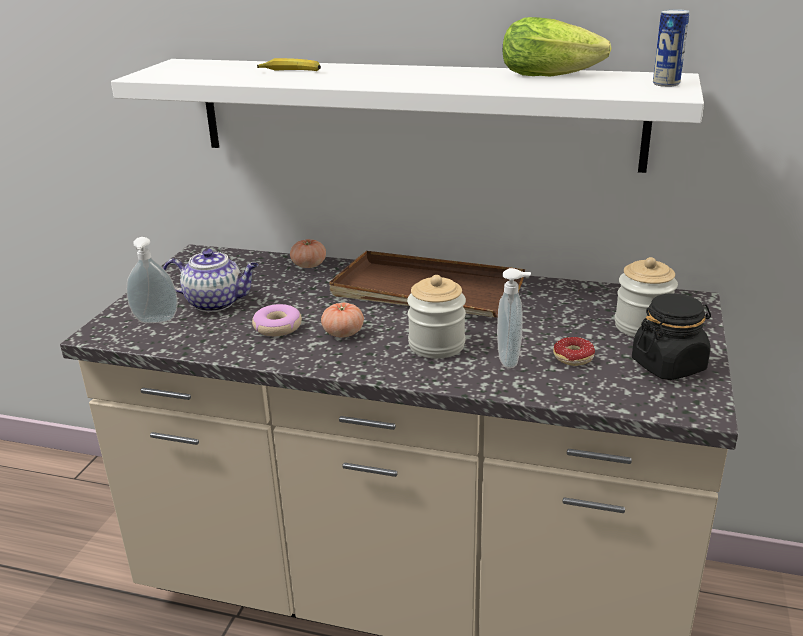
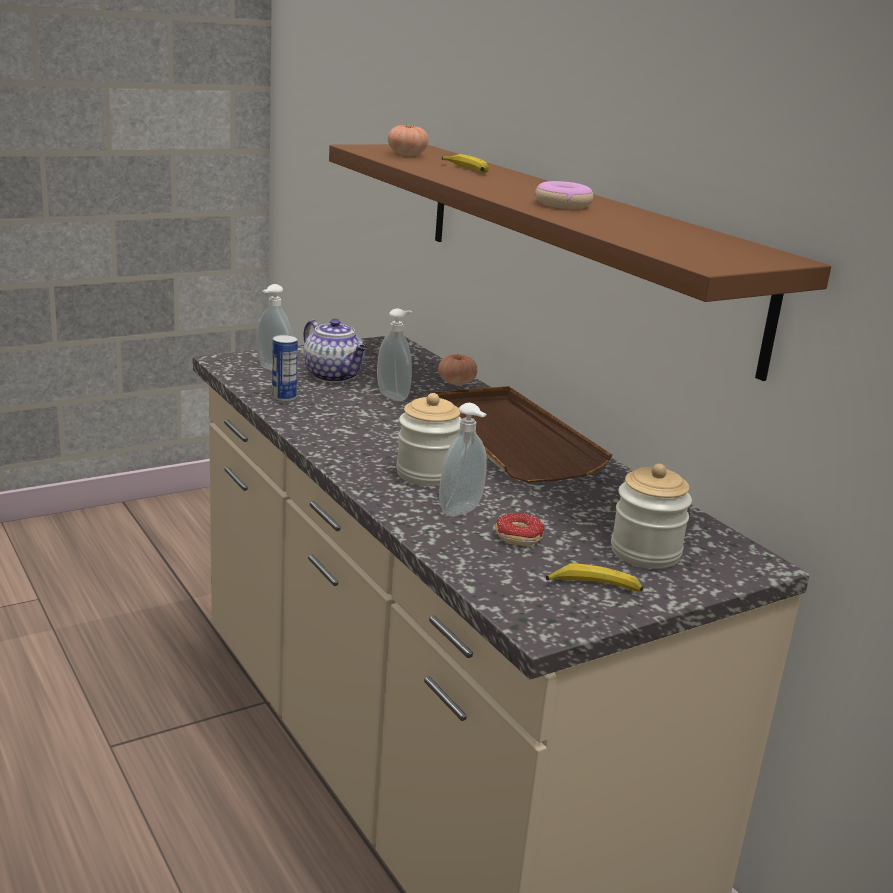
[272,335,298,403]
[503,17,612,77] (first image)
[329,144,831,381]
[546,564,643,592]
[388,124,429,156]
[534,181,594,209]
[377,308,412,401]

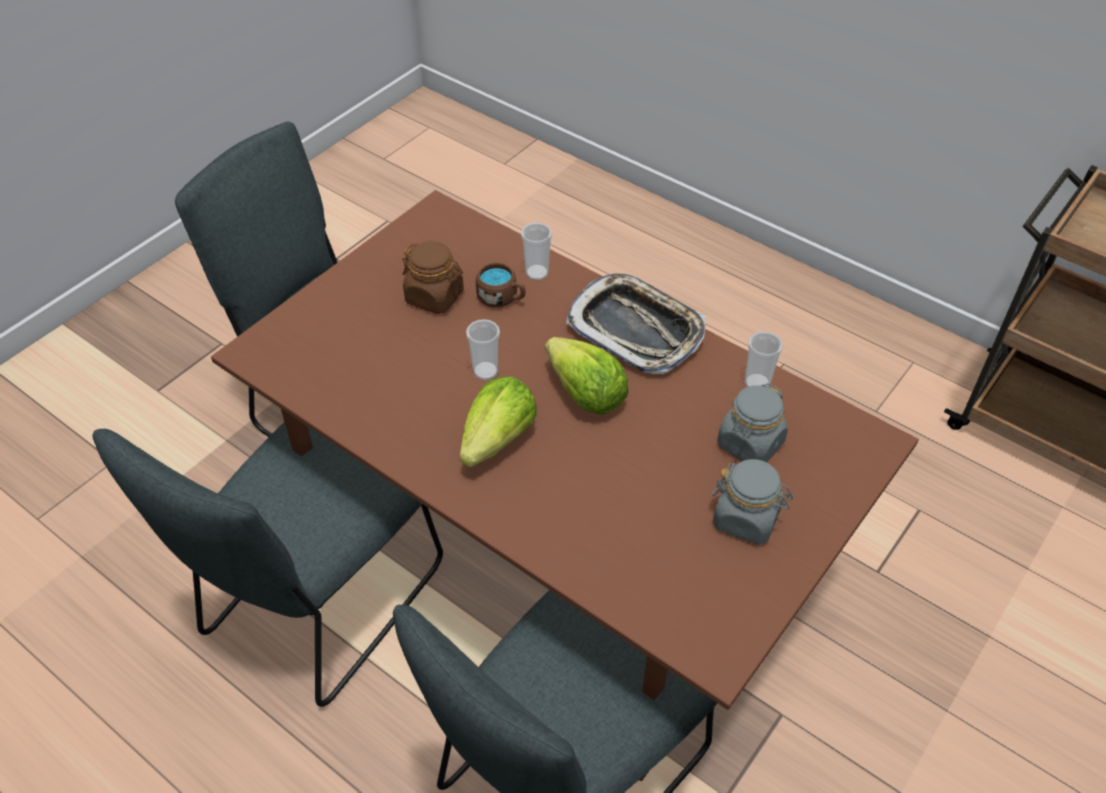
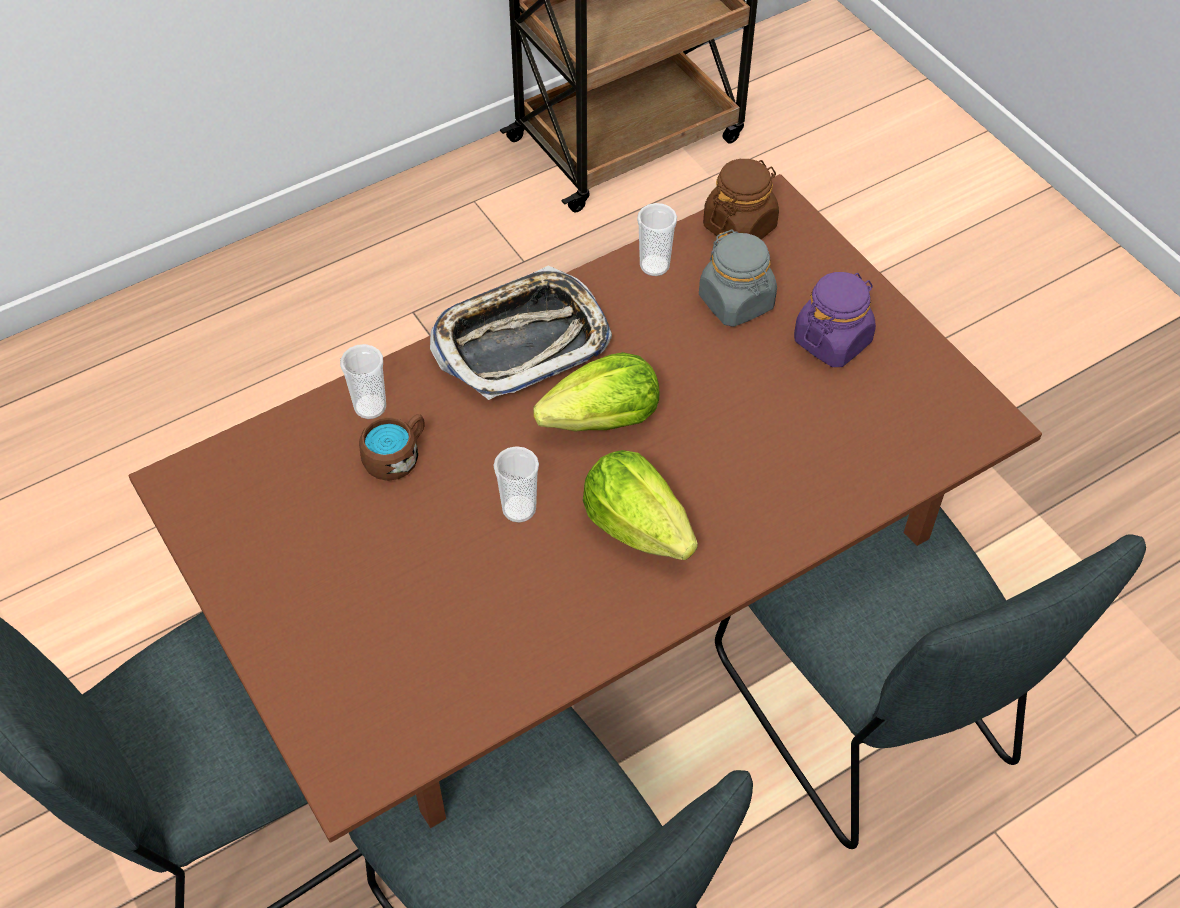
[703,159,779,239]
[794,272,876,367]

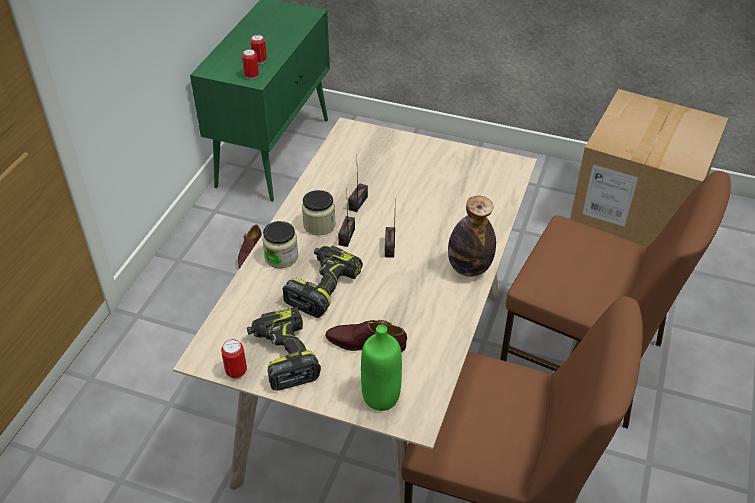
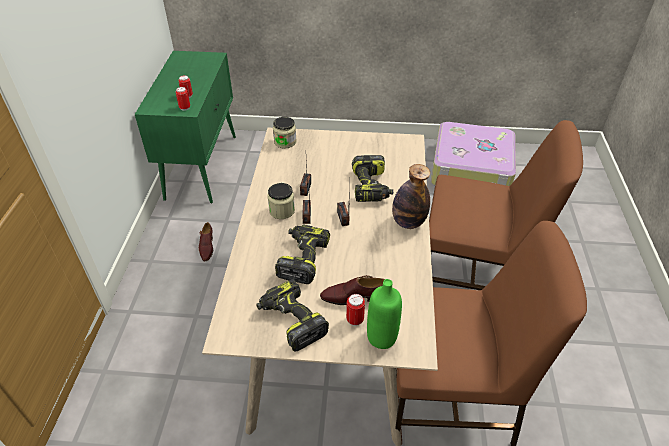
[431,122,516,186]
[273,117,297,149]
[346,294,365,326]
[352,155,393,202]

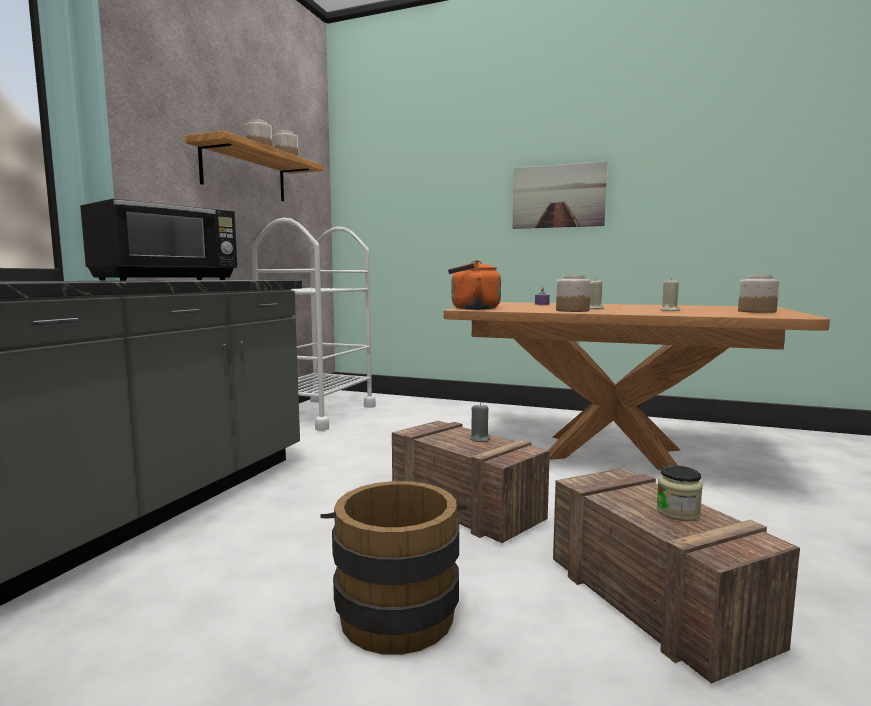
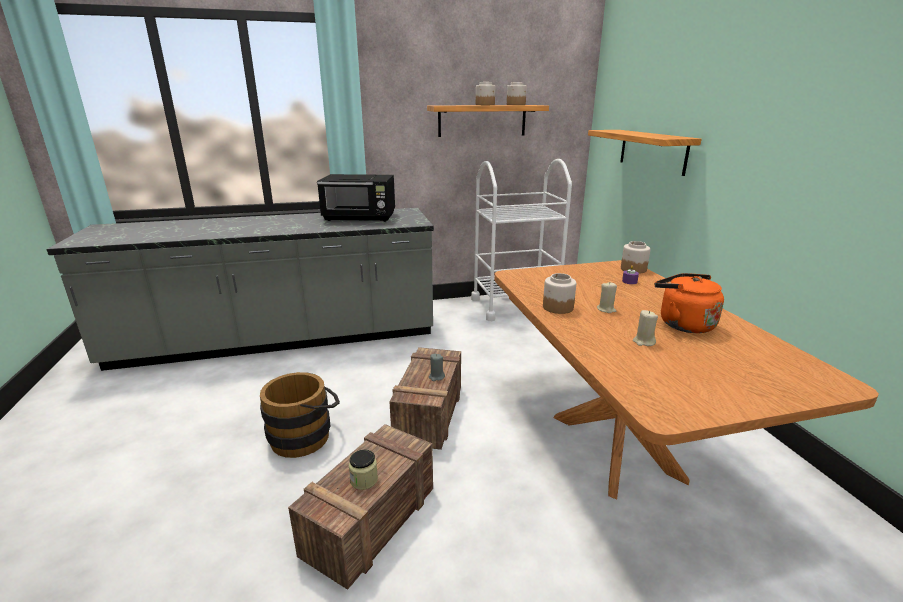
[513,161,607,229] (first image)
[655,273,724,333]
[621,241,650,274]
[588,130,702,176]

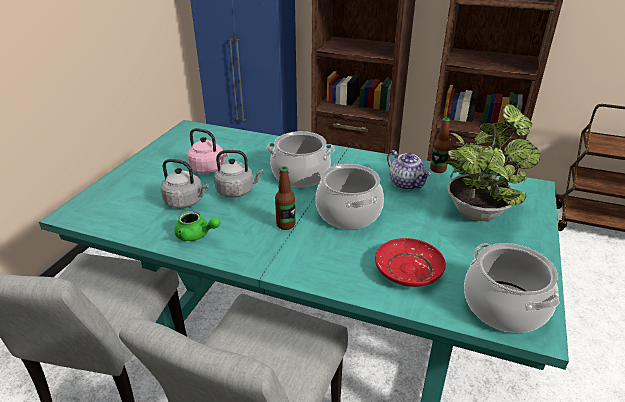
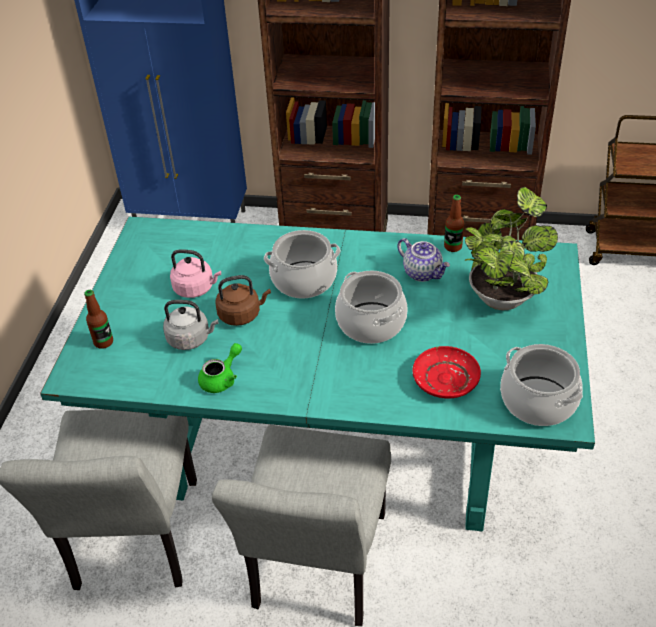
[216,275,271,326]
[84,290,113,349]
[198,343,242,393]

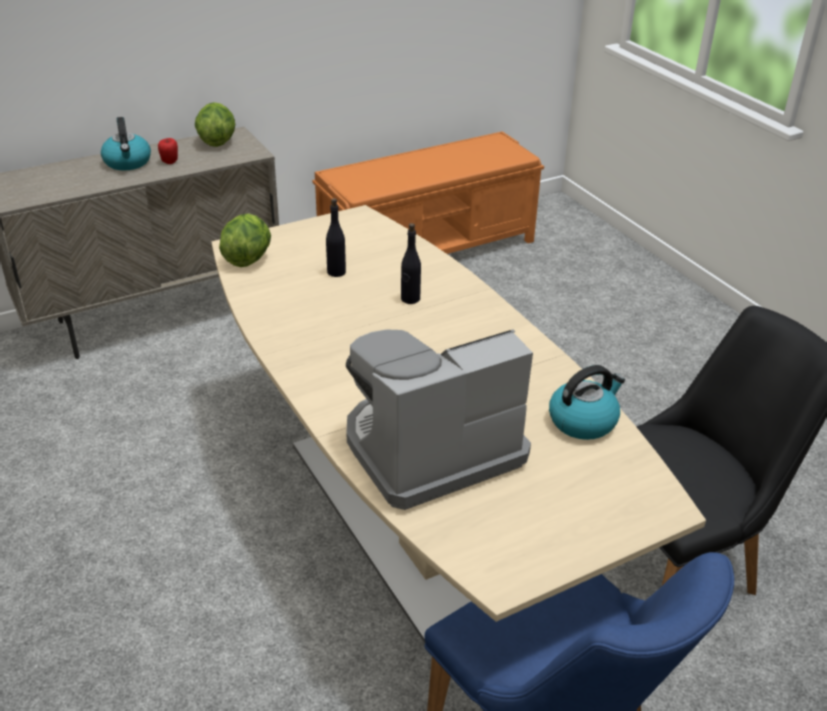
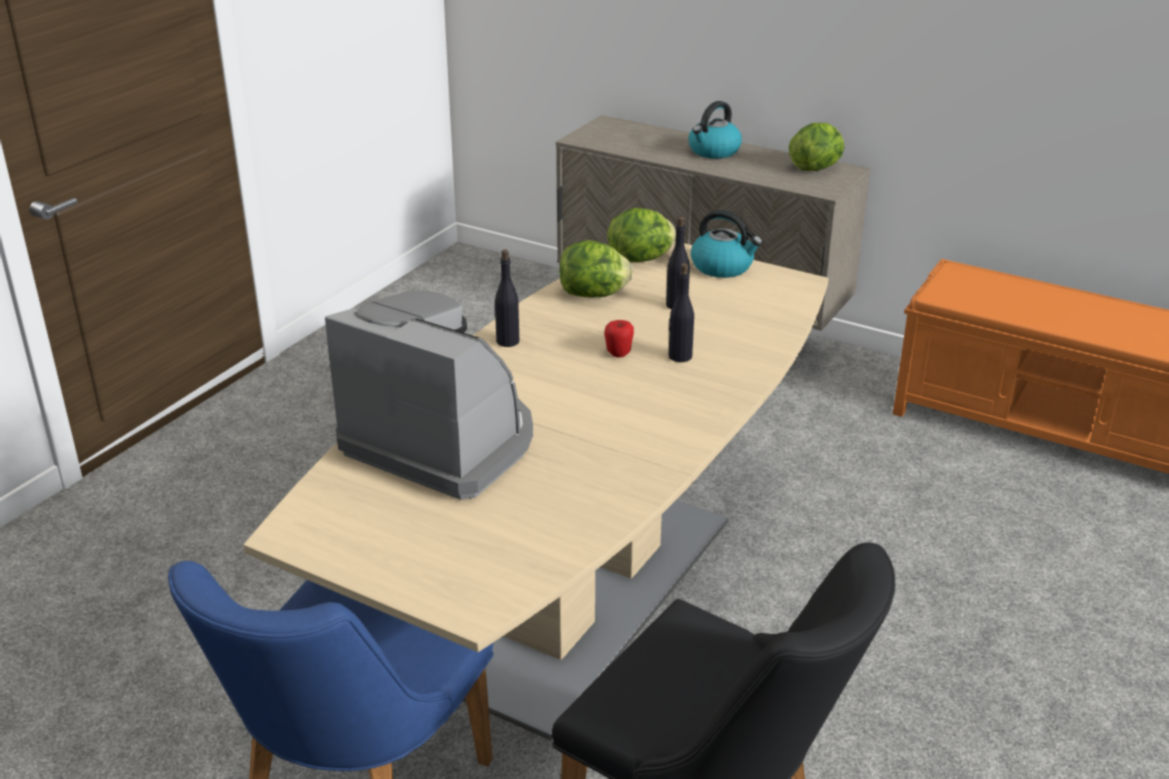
[604,320,634,357]
[691,210,763,278]
[560,240,633,297]
[495,250,519,347]

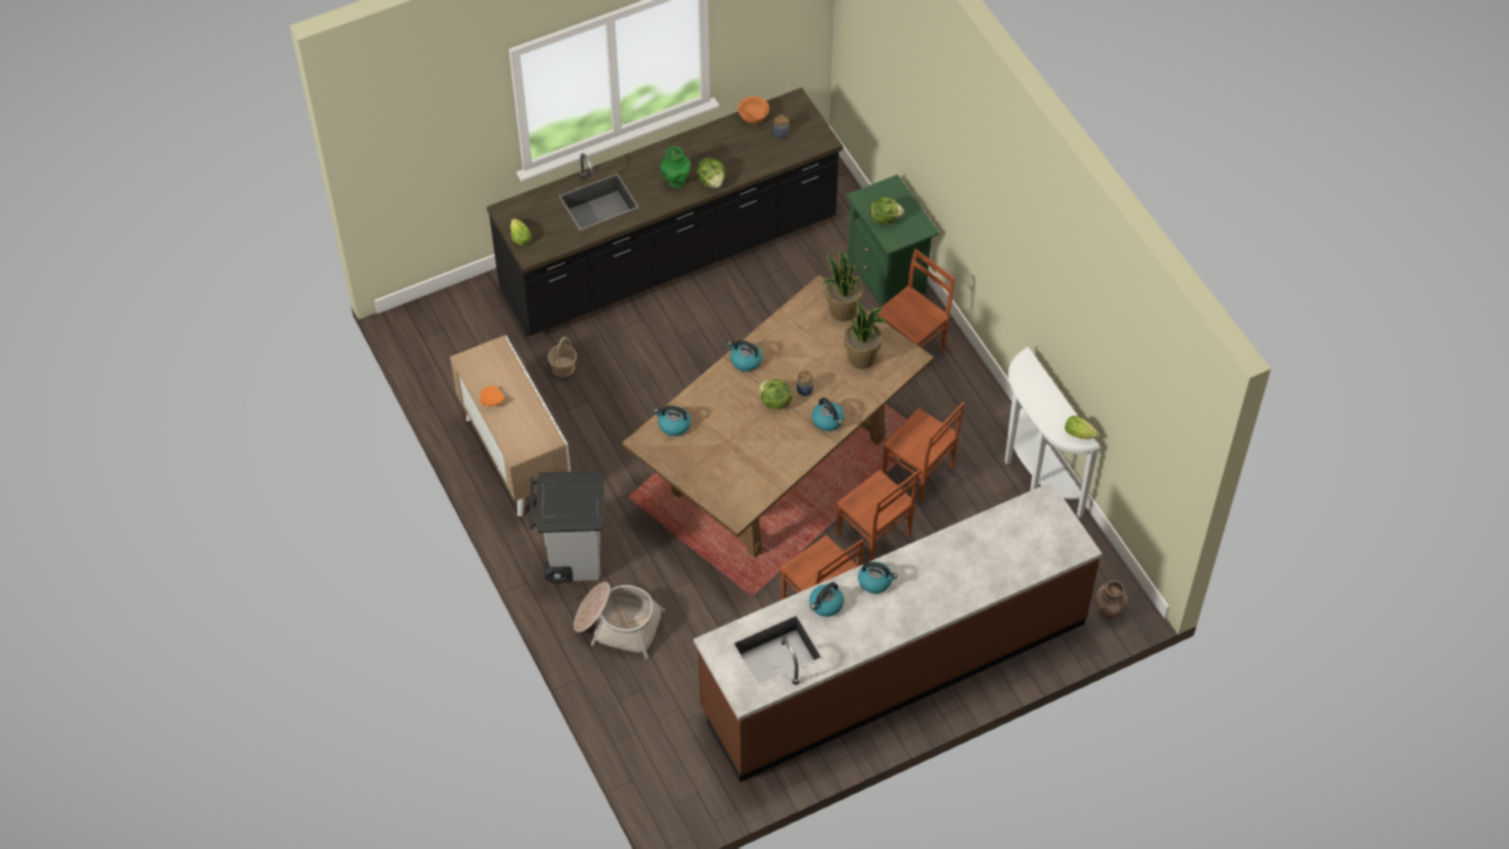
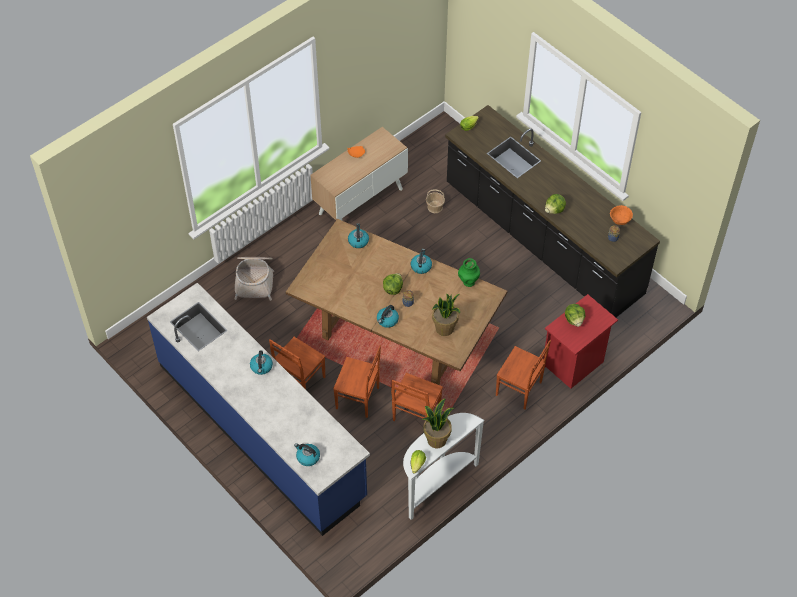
[458,258,480,287]
[543,294,618,389]
[422,398,454,448]
[333,345,381,418]
[529,471,604,583] (first image)
[147,283,370,536]
[1095,580,1128,620] (first image)
[294,443,320,466]

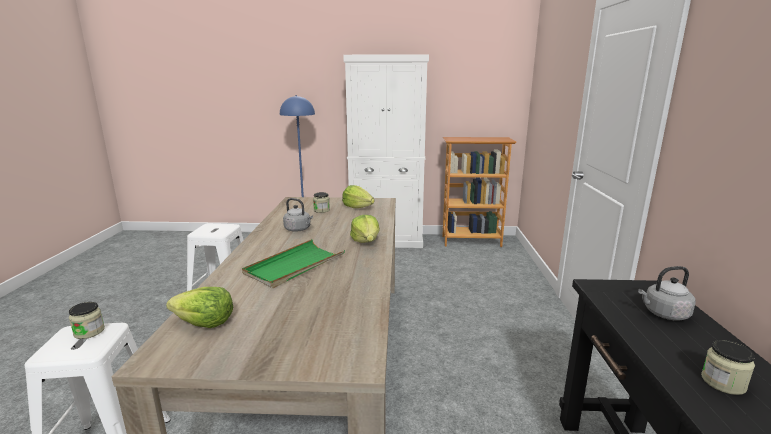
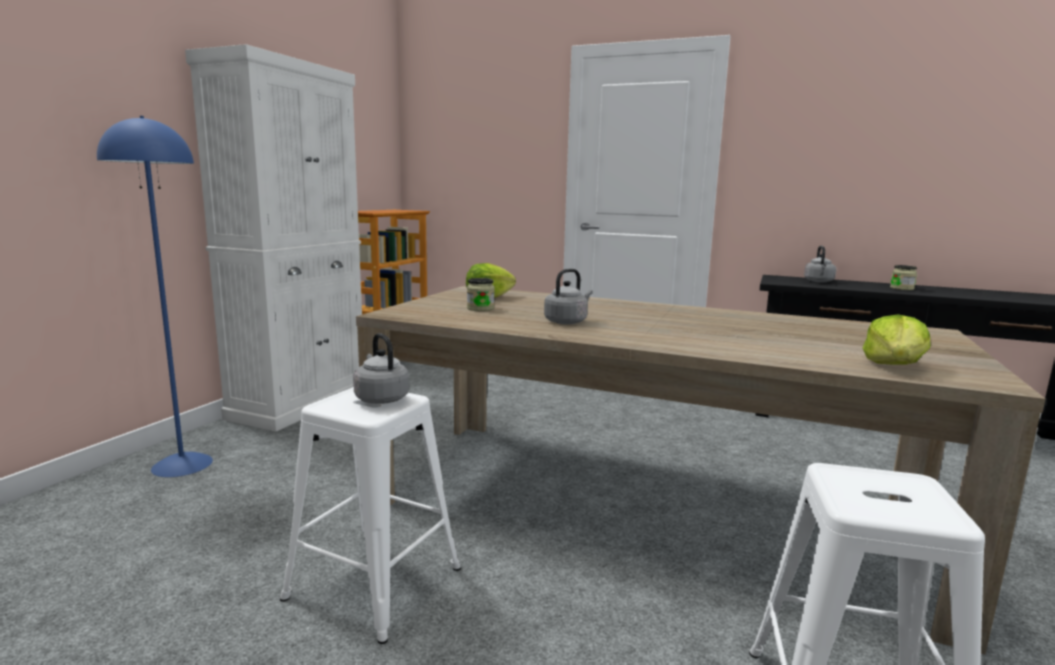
[350,215,380,243] (first image)
[242,239,345,288] (first image)
[69,302,105,339] (first image)
[353,333,409,404]

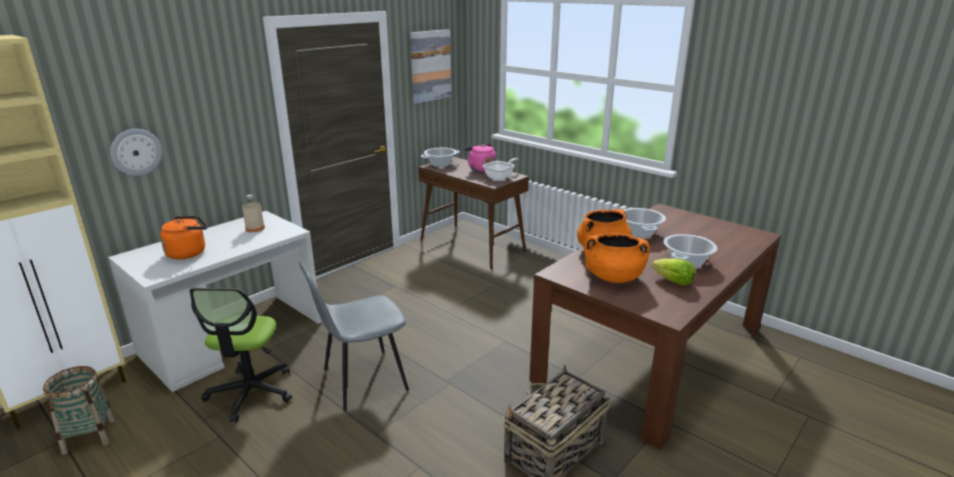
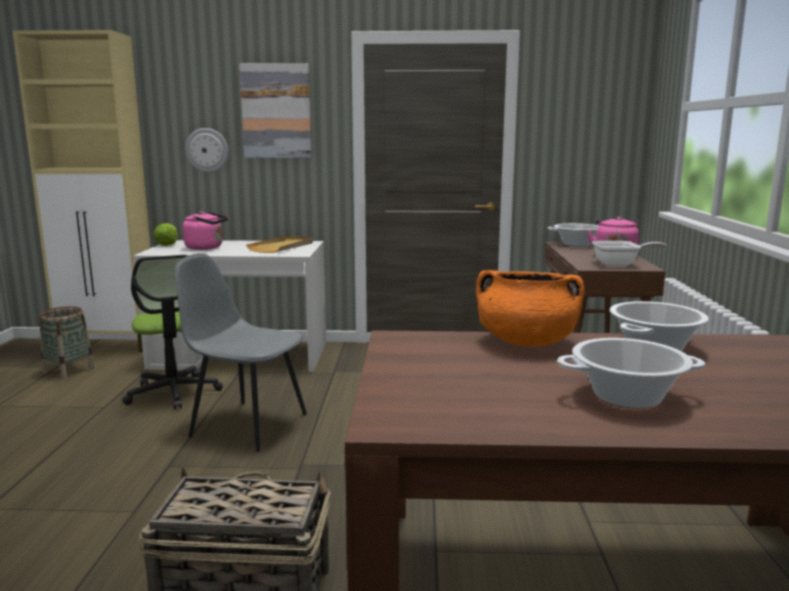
[239,63,312,158]
[246,236,313,253]
[183,211,228,250]
[584,233,650,283] (first image)
[154,223,178,246]
[122,255,223,409]

